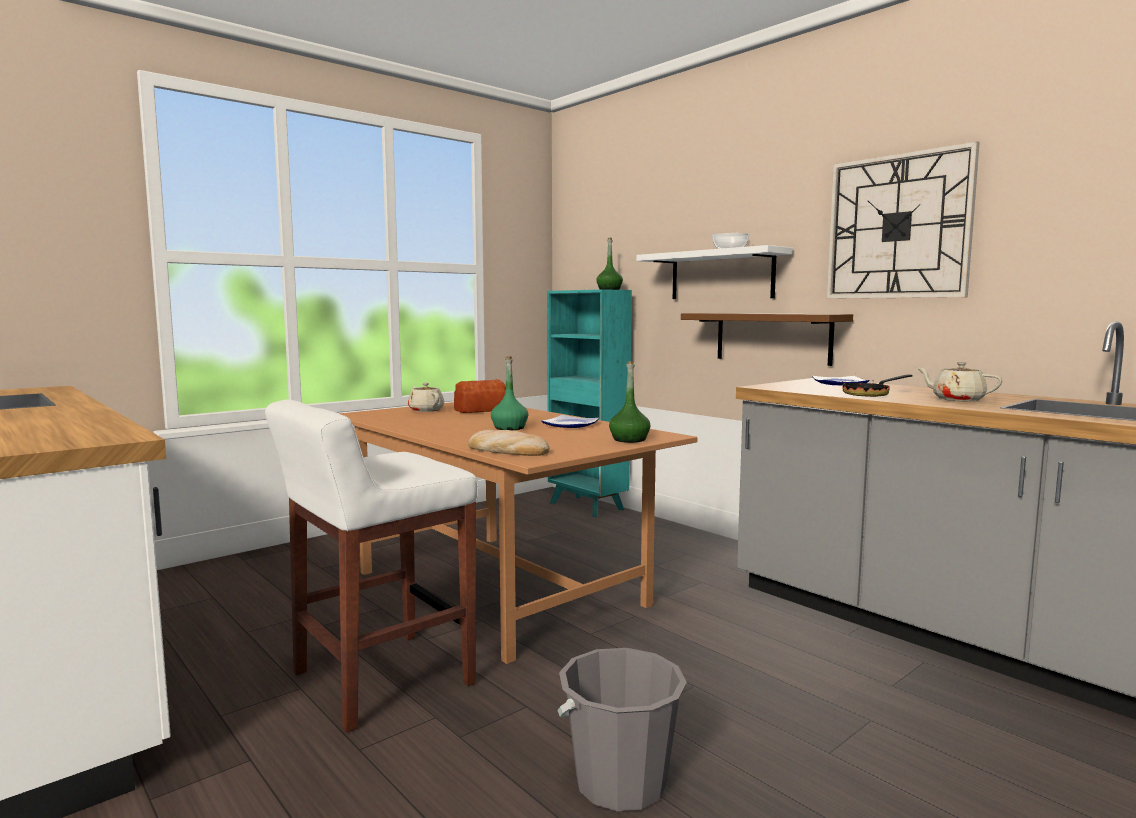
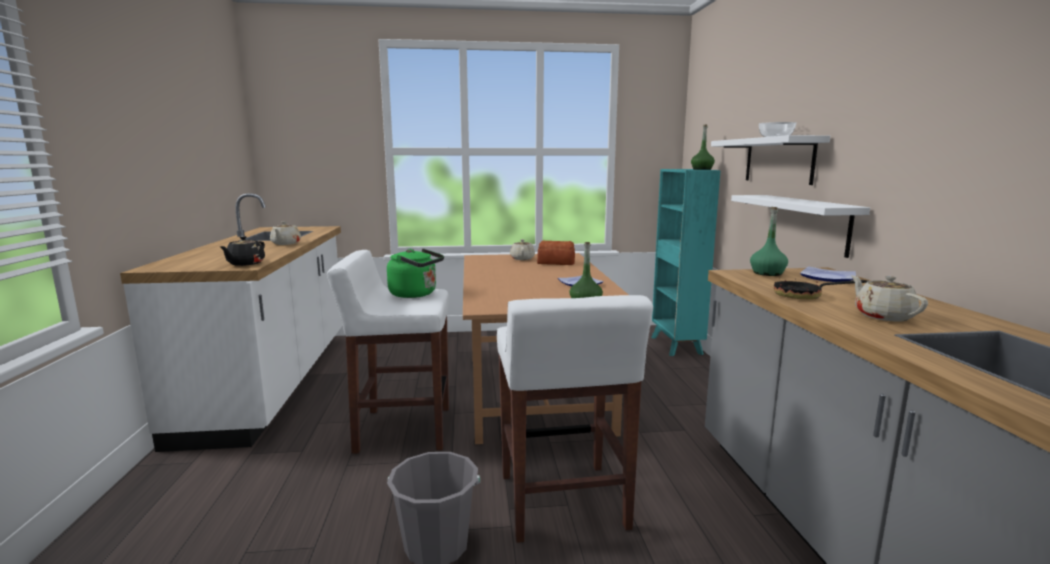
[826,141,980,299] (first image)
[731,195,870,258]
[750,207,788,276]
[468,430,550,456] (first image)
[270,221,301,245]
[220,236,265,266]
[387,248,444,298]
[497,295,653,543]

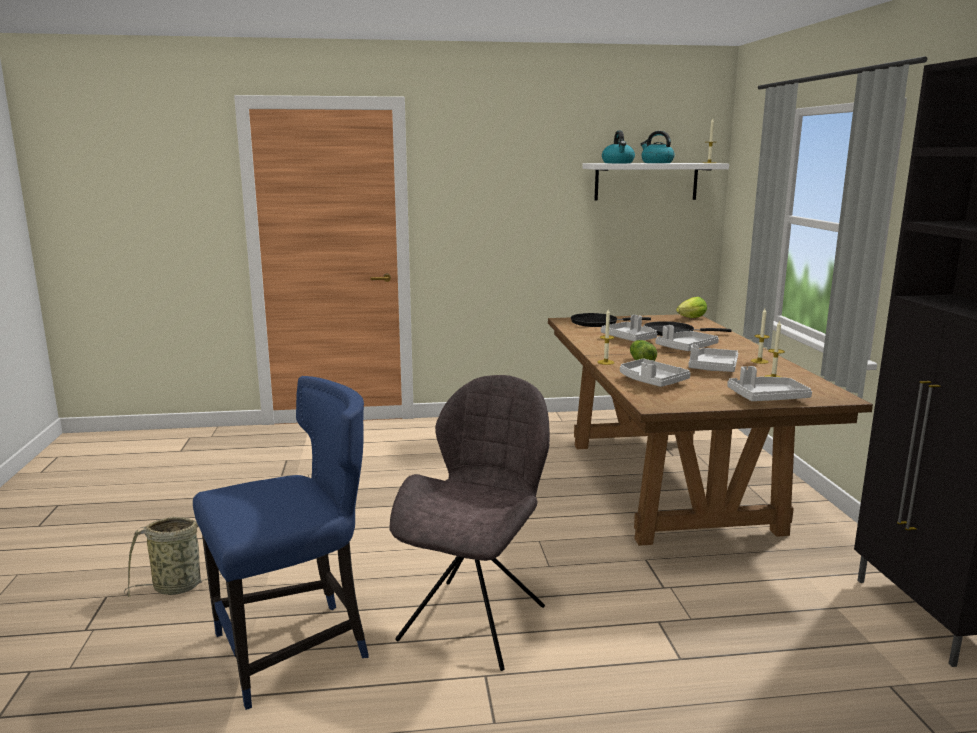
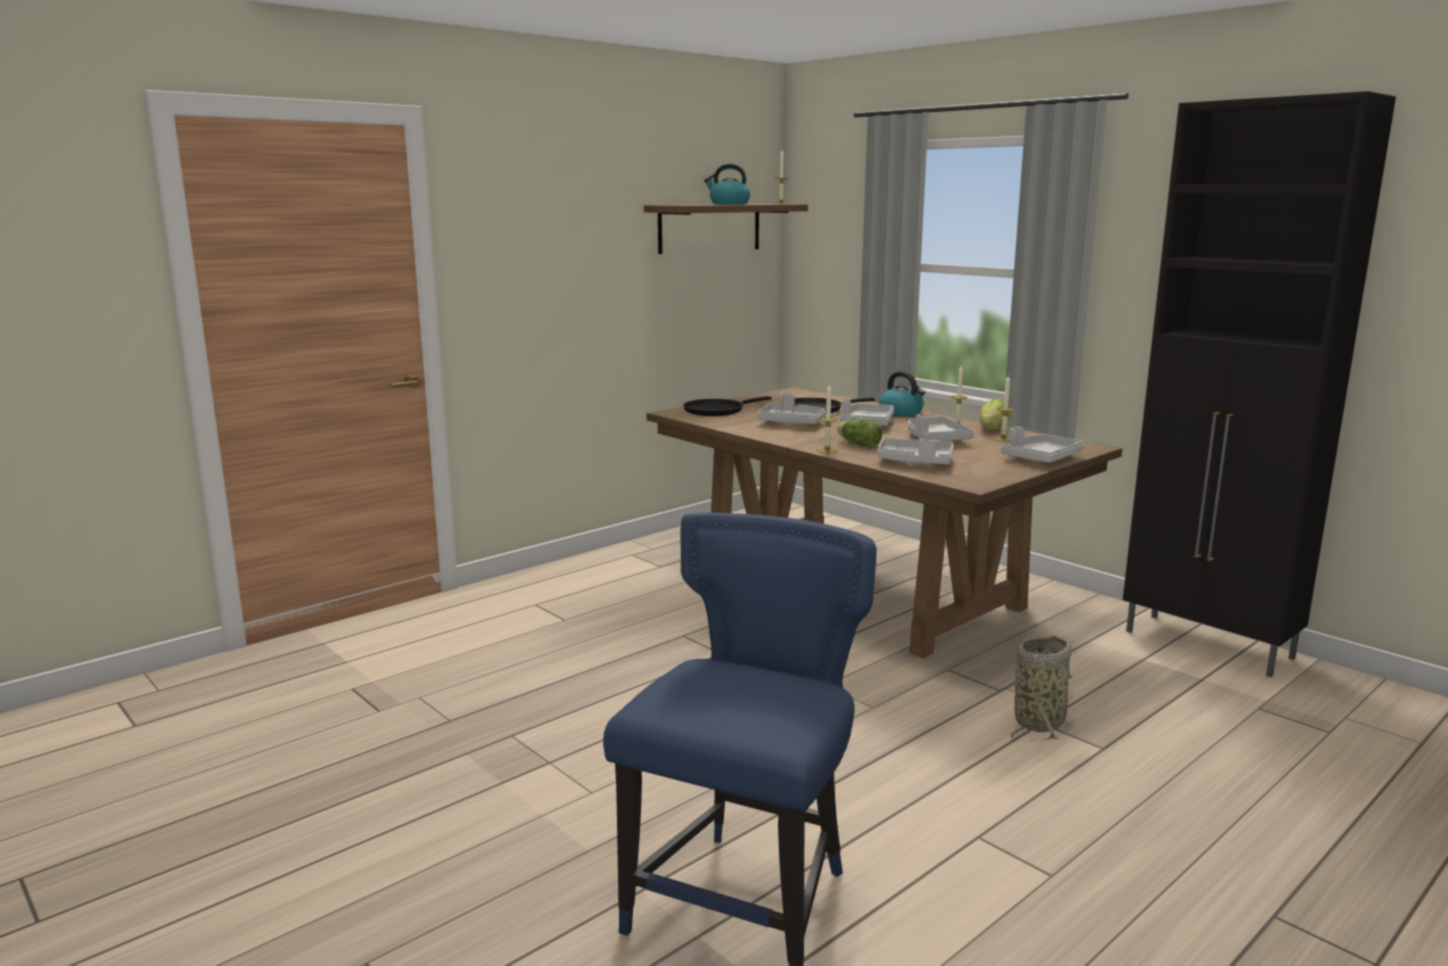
[879,371,925,417]
[644,204,808,254]
[979,398,1011,430]
[389,375,550,671] (first image)
[1011,635,1072,742]

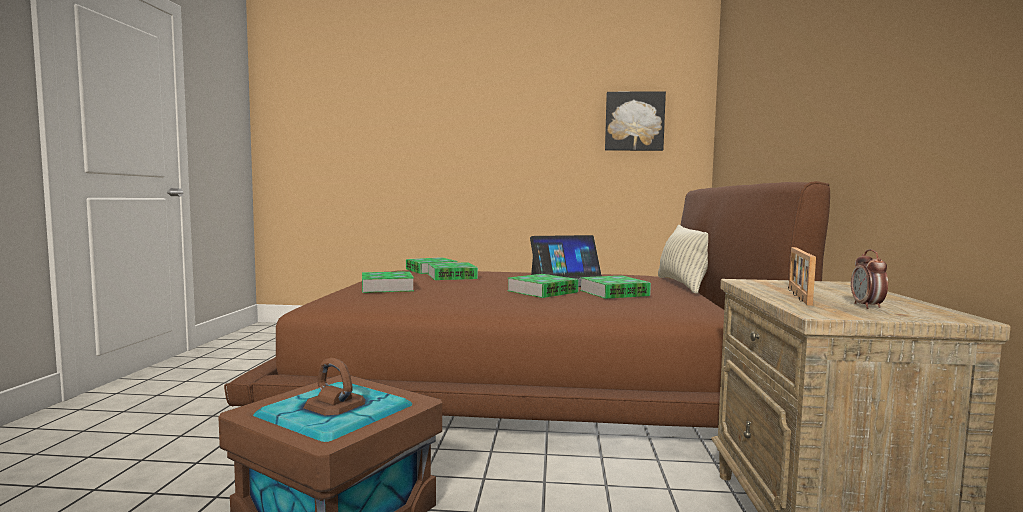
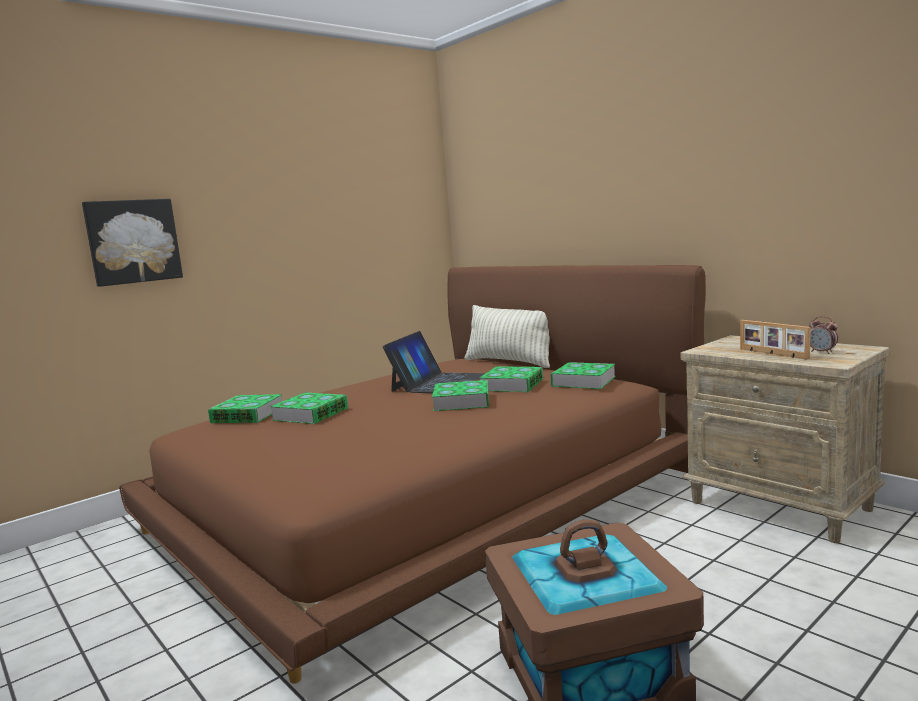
[82,199,183,287]
[550,362,616,389]

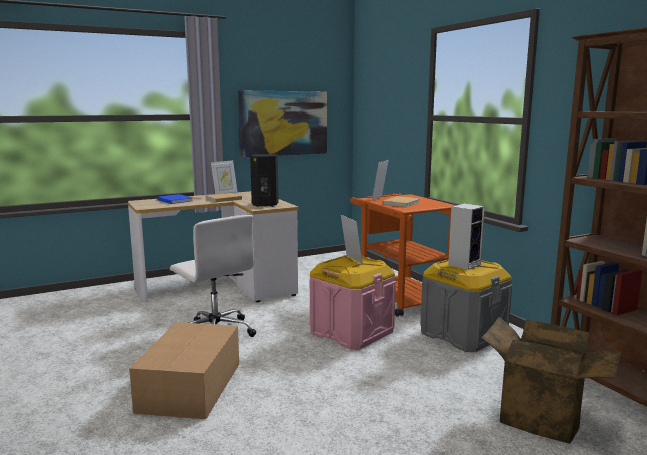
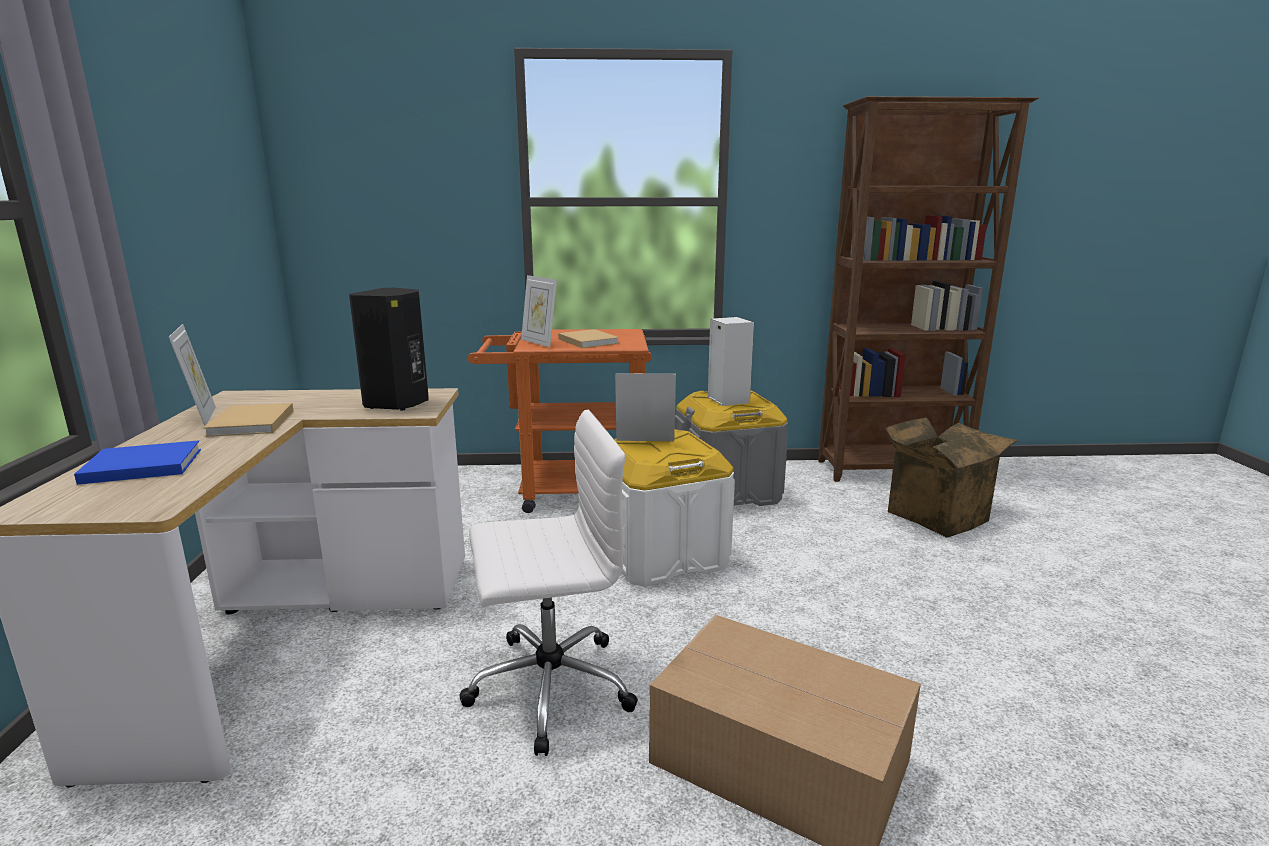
[238,90,327,157] (first image)
[614,429,735,587]

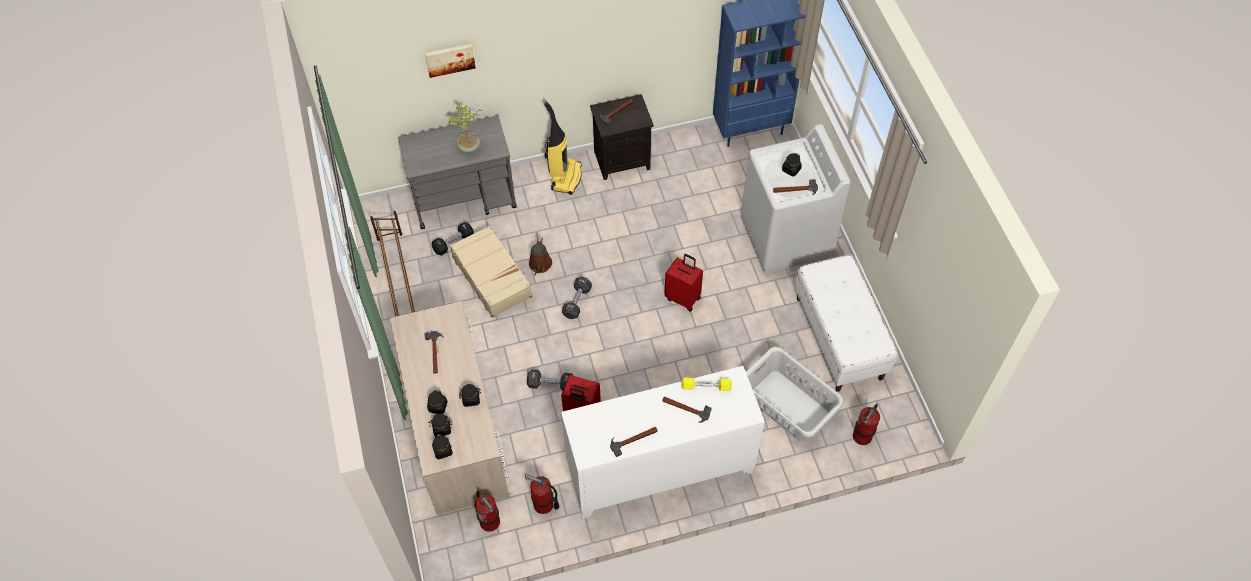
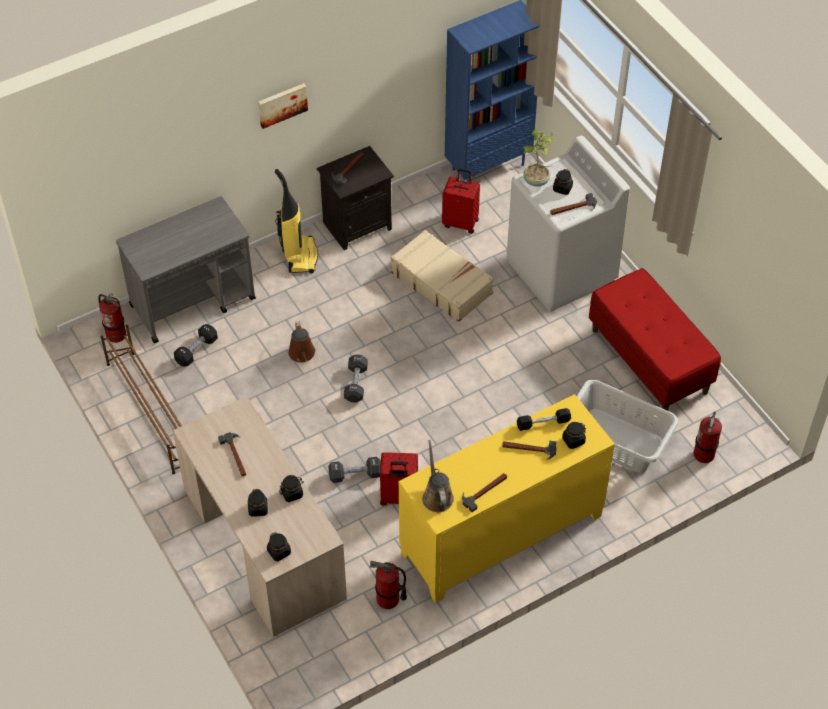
[258,83,308,129]
[523,129,554,187]
[391,230,494,322]
[442,169,480,234]
[589,268,721,411]
[399,394,615,603]
[517,408,571,431]
[562,422,586,449]
[98,294,126,343]
[422,440,454,512]

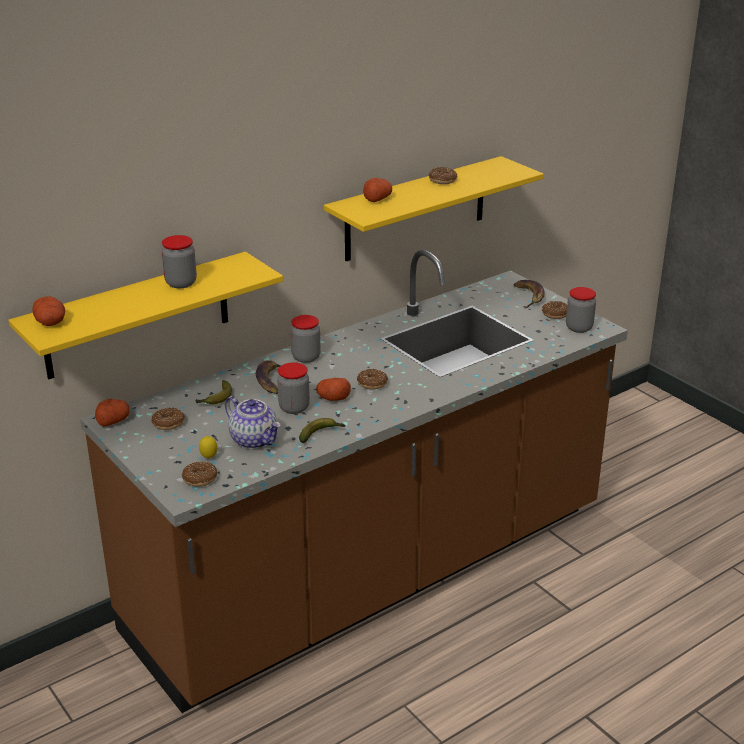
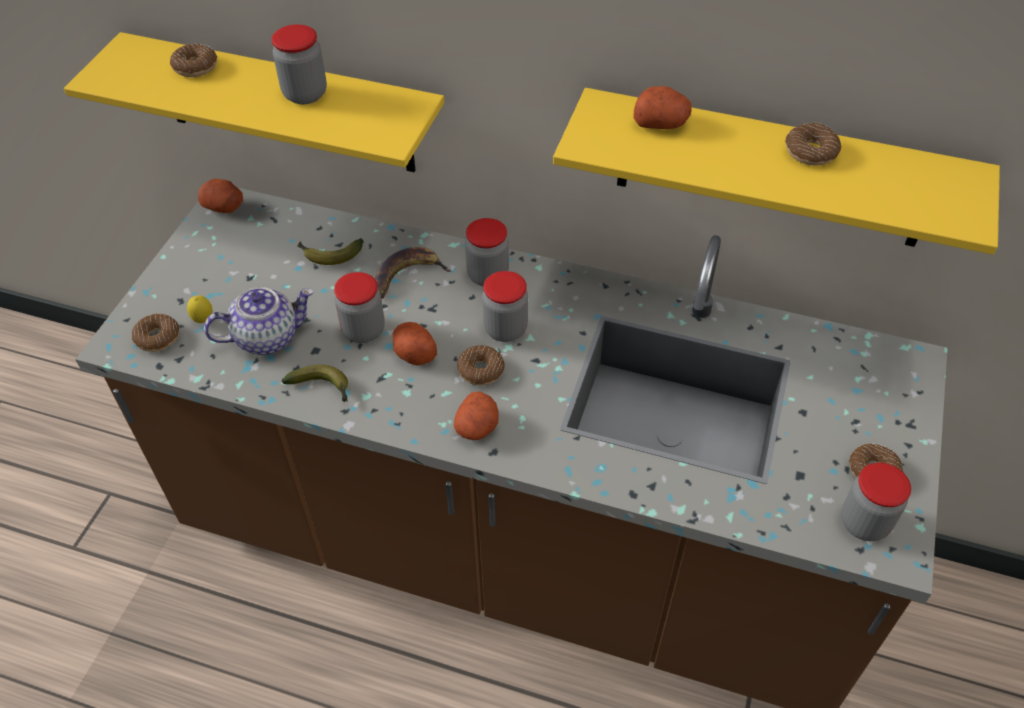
[514,280,545,308] (first image)
[454,391,499,440]
[204,287,314,355]
[170,44,217,77]
[482,271,528,342]

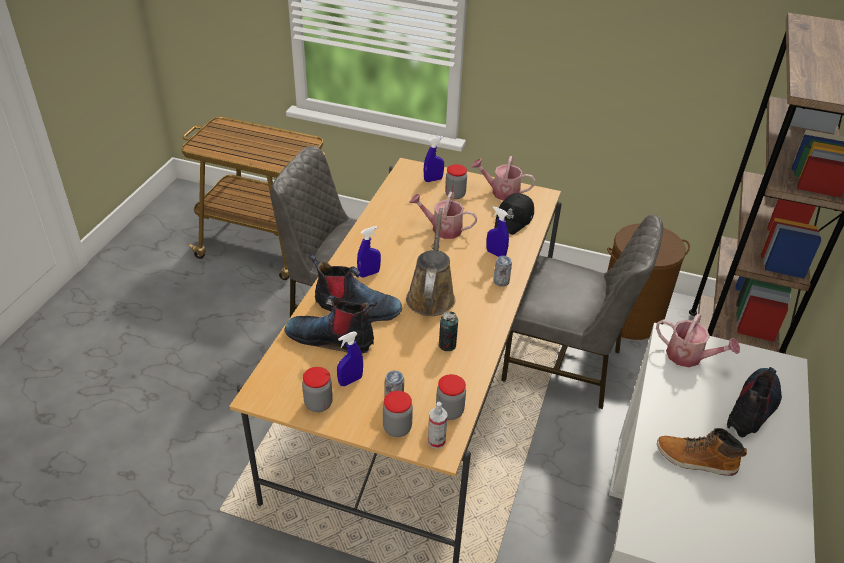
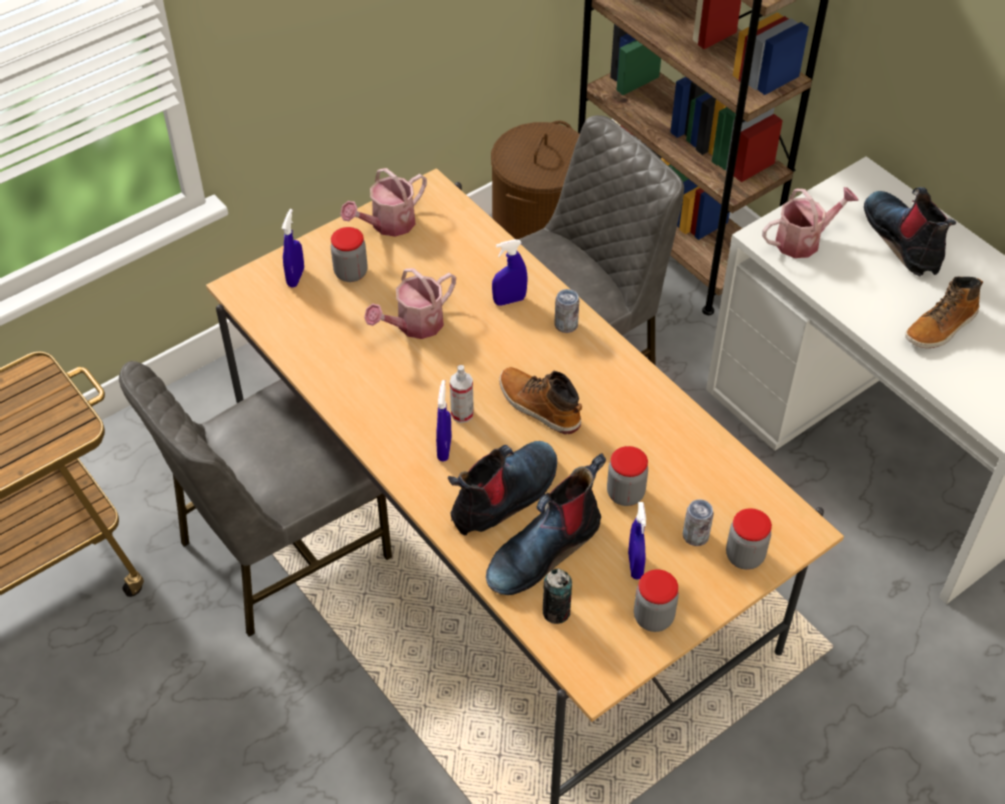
[494,193,534,235] (first image)
[499,367,582,434]
[543,568,572,624]
[607,446,648,506]
[450,365,474,423]

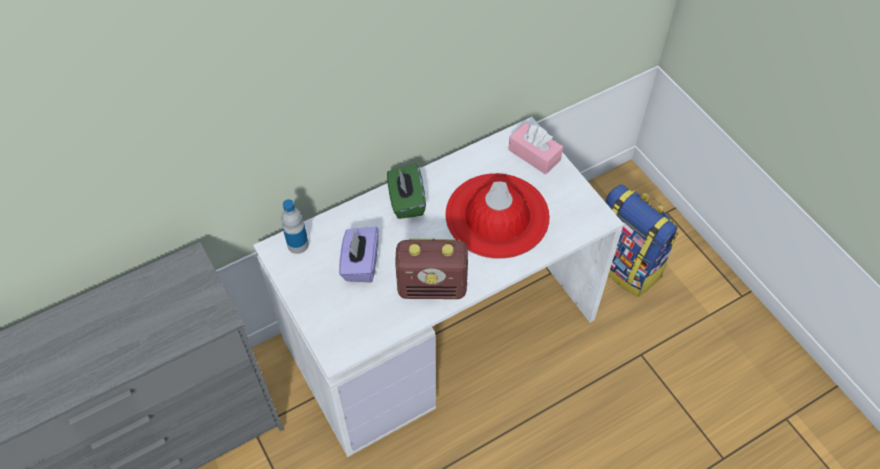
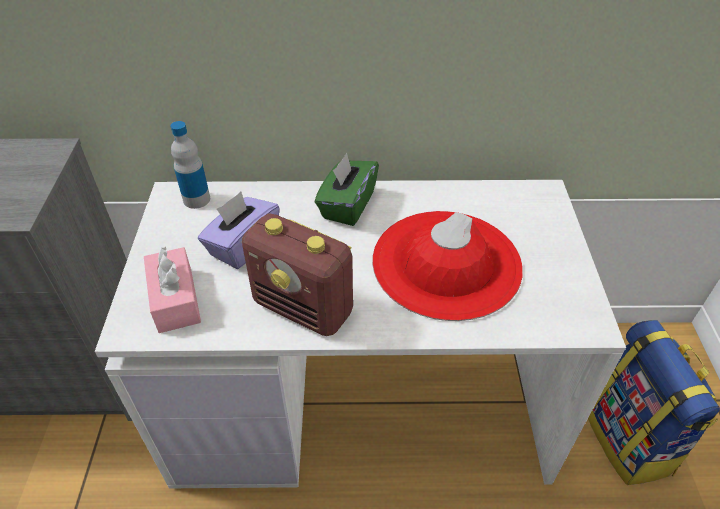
[144,247,201,333]

